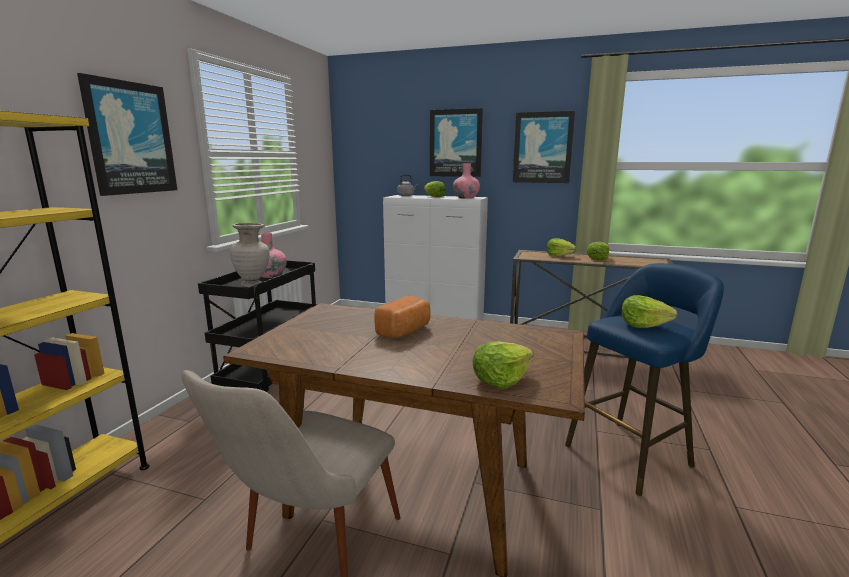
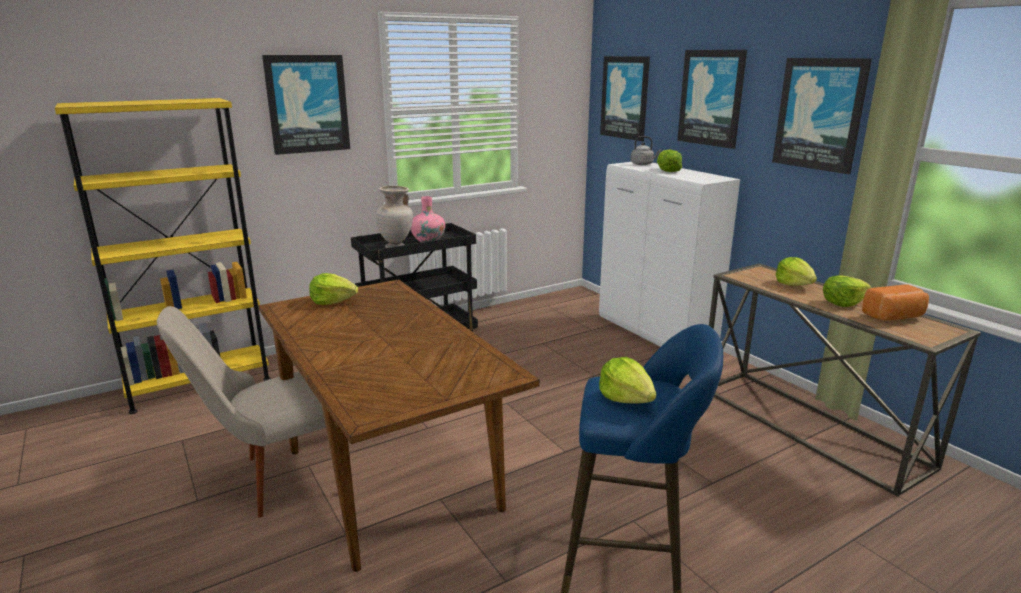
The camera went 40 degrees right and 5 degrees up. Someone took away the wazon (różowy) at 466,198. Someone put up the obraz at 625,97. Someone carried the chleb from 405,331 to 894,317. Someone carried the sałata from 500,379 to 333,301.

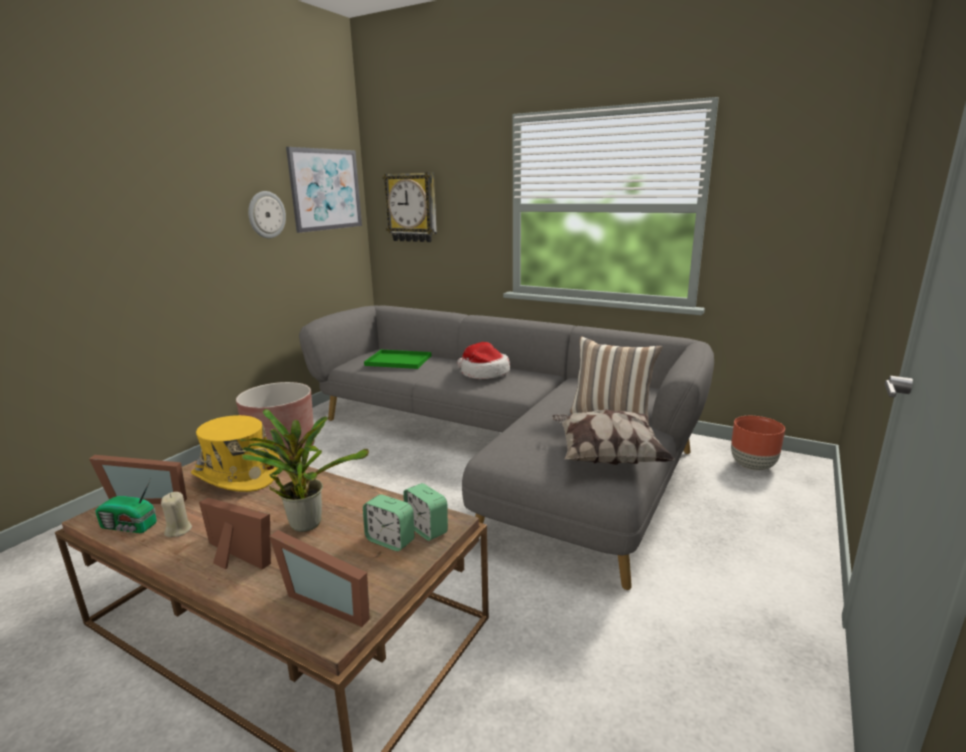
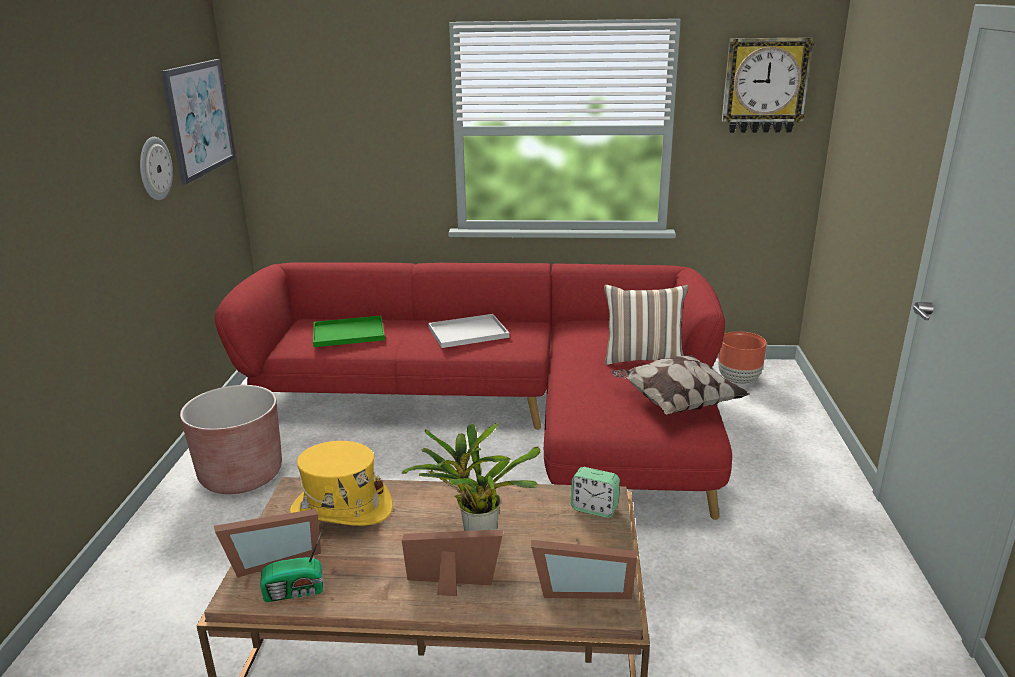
The camera went 25 degrees left and 5 degrees up. Someone took away the świeca (beżowy) at 178,530. Someone took away the budzik at 390,540. Someone carried the zegar ścienny from 412,207 to 764,85. Someone swapped the kapelusz at 483,373 for the taca (biały) at 467,333. Someone repainted the kanapa (szary) at 507,449, which became the kanapa (czerwony) at 505,413.

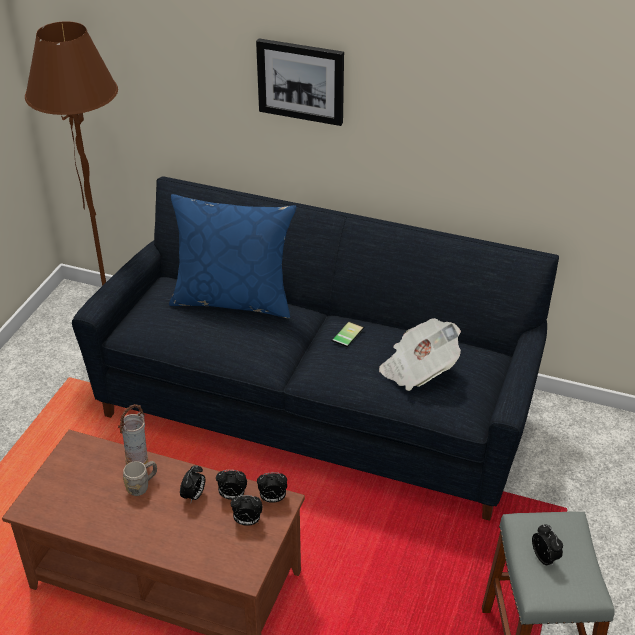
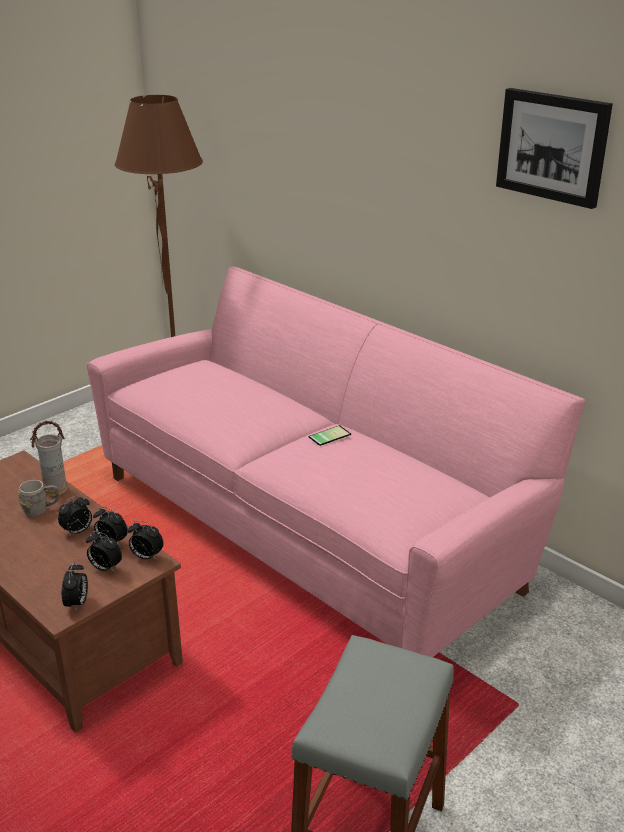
The camera went 25 degrees right and 10 degrees down. Someone took away the poduszka (niebieski) at 234,299. Someone took away the gazeta at 418,369. Someone carried the obraz from 301,81 to 553,146. Someone carried the budzik from 545,558 to 77,603. Someone repainted the kanapa (czarny) at 317,407, which became the kanapa (różowy) at 312,526.

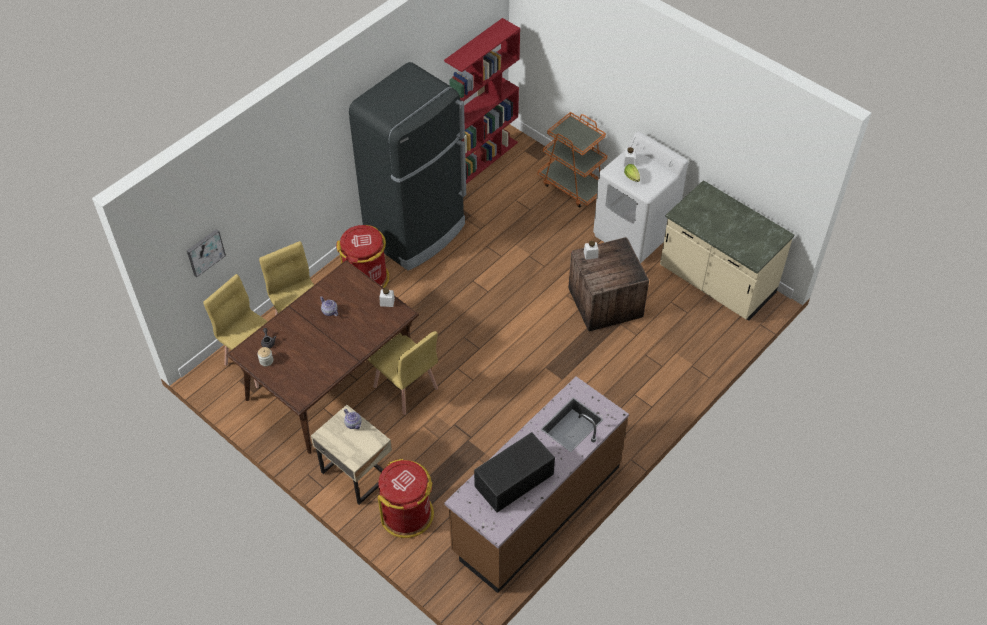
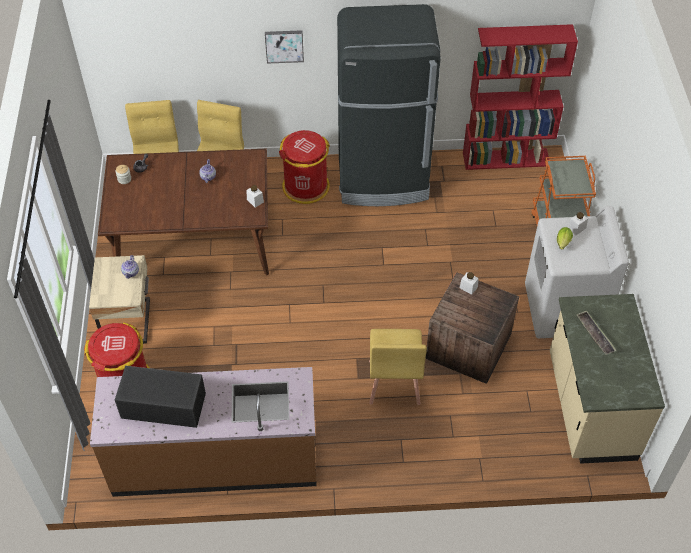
The camera went 45 degrees right and 0 degrees up. Someone put down the taca at 595,334. Someone carried the obraz from 205,252 to 284,45. Someone carried the krzesło (żółty) from 405,388 to 393,383.

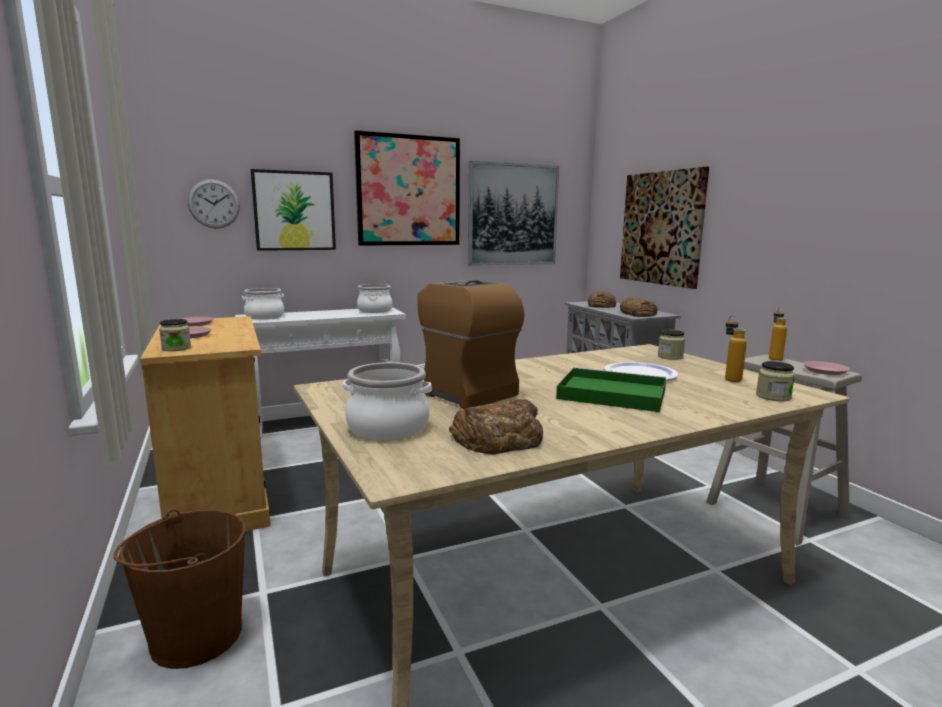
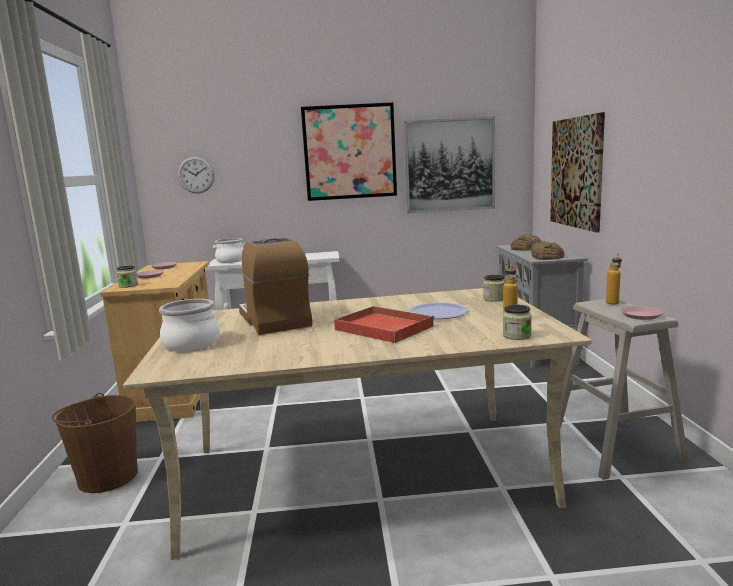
The camera went 20 degrees right and 0 degrees up. Someone took away the obraz at 294,211. Someone took away the garnek at 375,310. Someone took away the chleb at 498,437. Someone repainted the taca (zielony) at 609,394, which became the taca (czerwony) at 382,328.

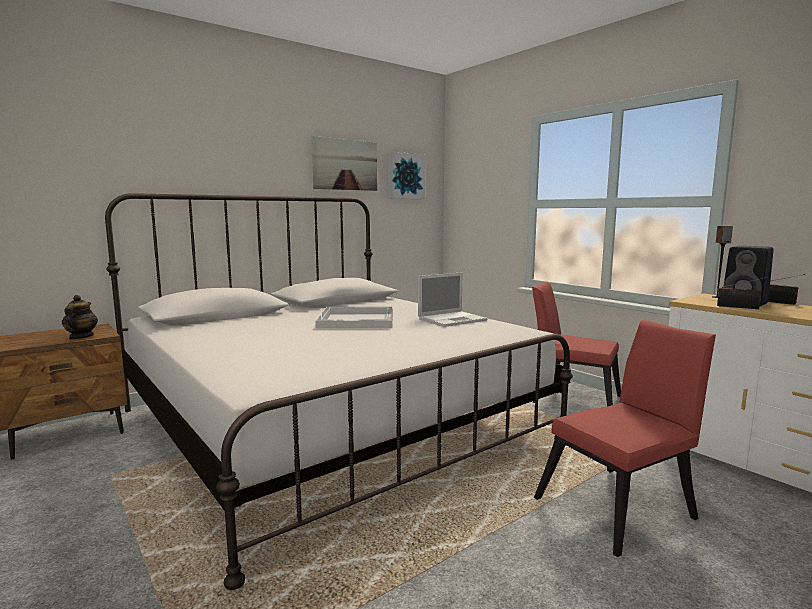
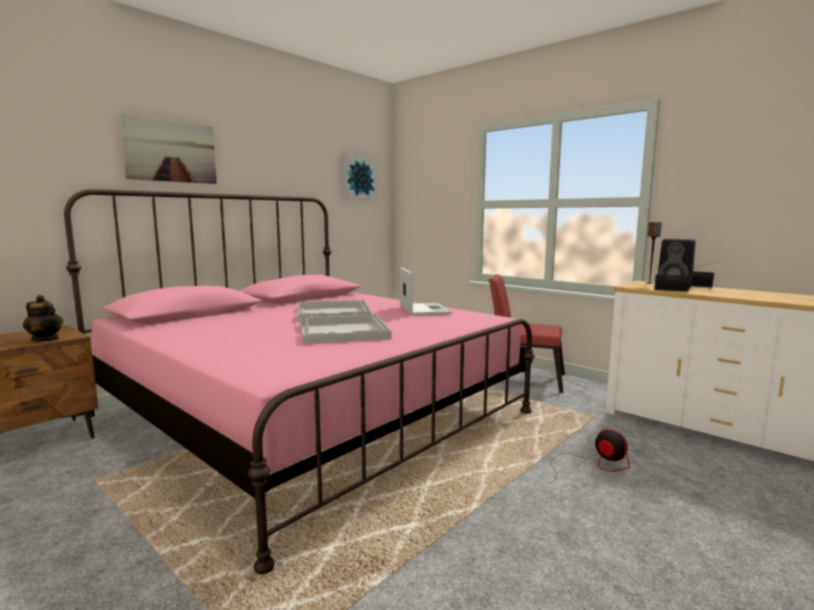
The camera went 10 degrees left and 0 degrees up. Someone put down the taca (biały) at 344,331. Someone carried the obraz from 345,164 to 171,151. Someone swapped the krzesło (czerwony) at 622,507 for the wentylator at 592,465. Someone repainted the łóżko (biały) at 330,423, which became the łóżko (różowy) at 310,414. Someone rotated the imbryk at 81,337 by 135 degrees clockwise. Someone rotated the laptop at 453,319 by 60 degrees counterclockwise.

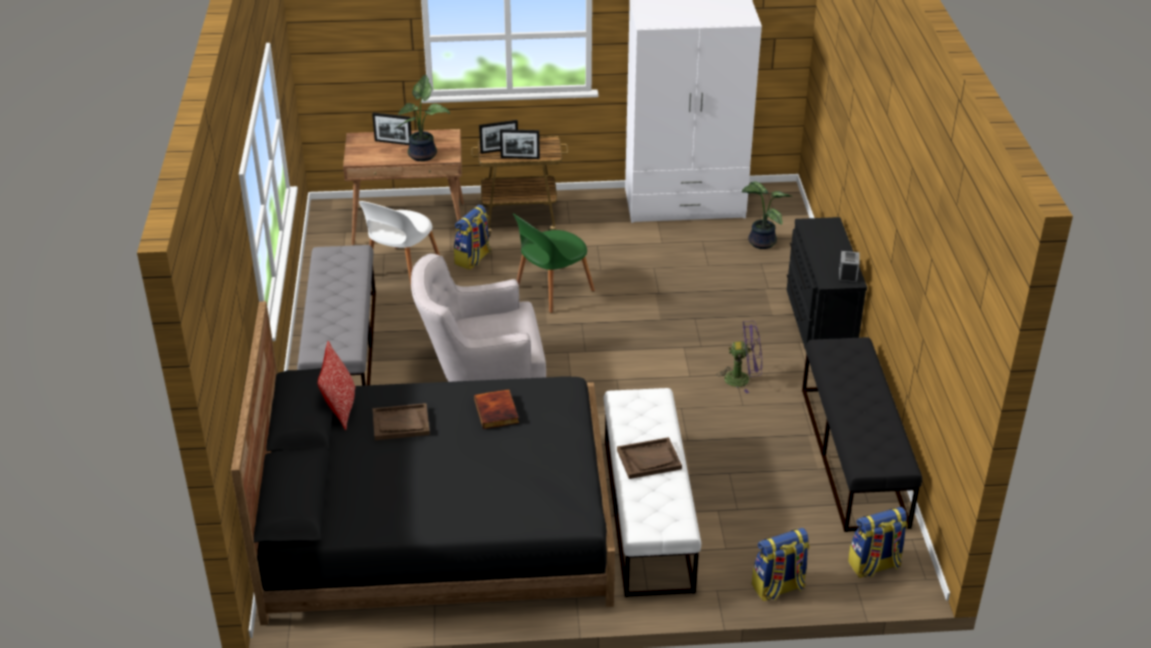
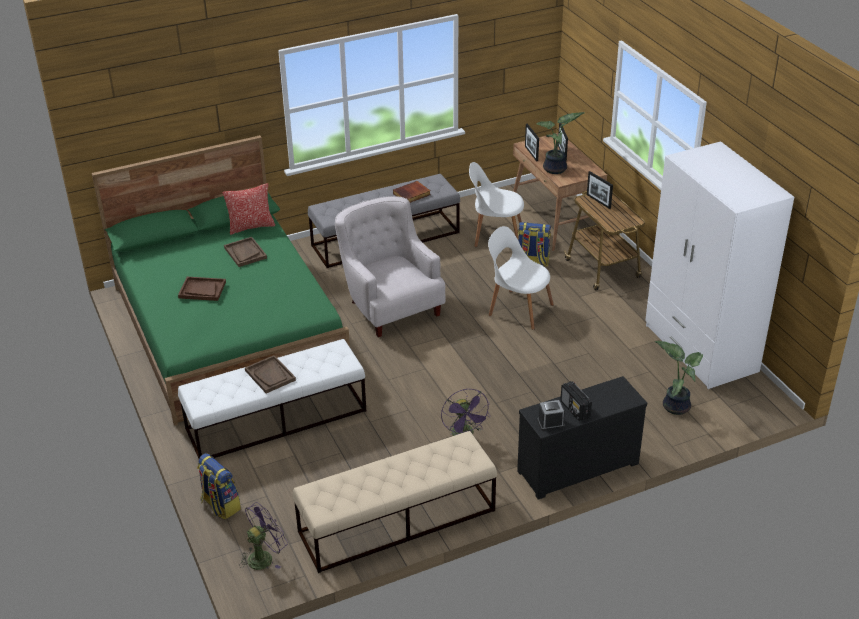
The camera went 70 degrees right and 0 degrees up. Someone put down the taca (brązowy) at 202,290. Someone put down the radio at 575,409. Someone carried the książka from 497,411 to 412,194. Someone carried the ramka na zdjęcie from 520,158 to 531,153. Someone swapped the plecak at 874,565 for the wentylator (fioletowy) at 264,556. Someone repainted the łóżko (czarny) at 437,523, which became the łóżko (zielony) at 228,327. Someone repainted the krzesło (zielony) at 551,290, which became the krzesło (biały) at 518,309. Someone repainted the ławka (czarny) at 853,456, which became the ławka (beżowy) at 396,521.

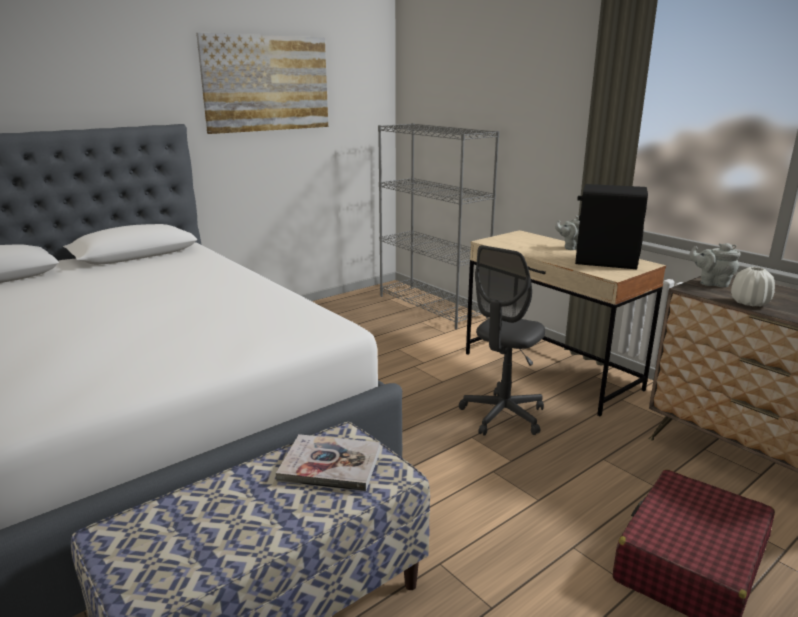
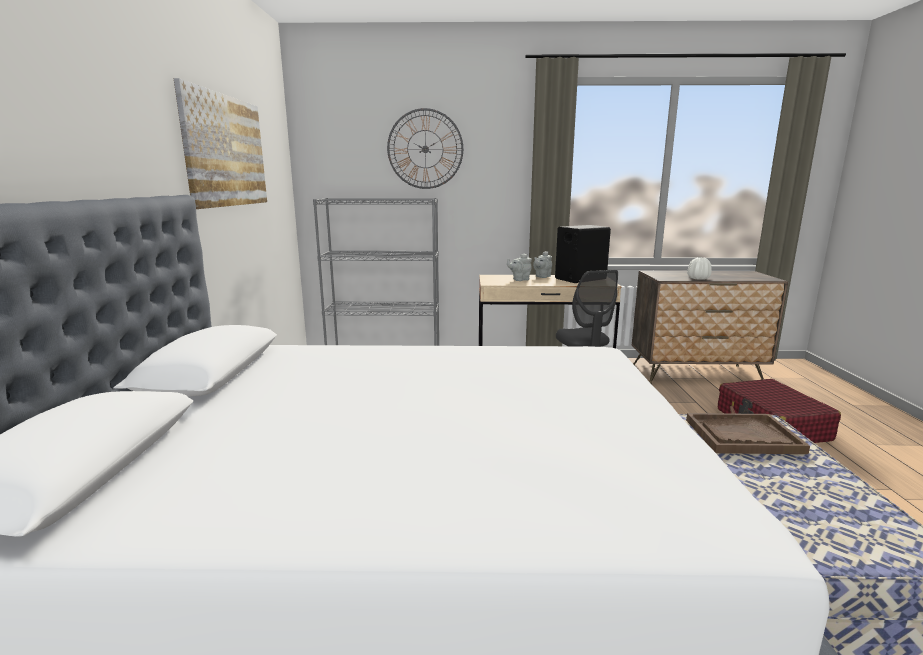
The camera went 50 degrees left and 5 degrees down. Someone put up the zegar ścienny at 425,149. Someone carried the imbryk (szary) from 712,283 to 519,279. Someone swapped the książka at 330,465 for the taca (brązowy) at 743,436.

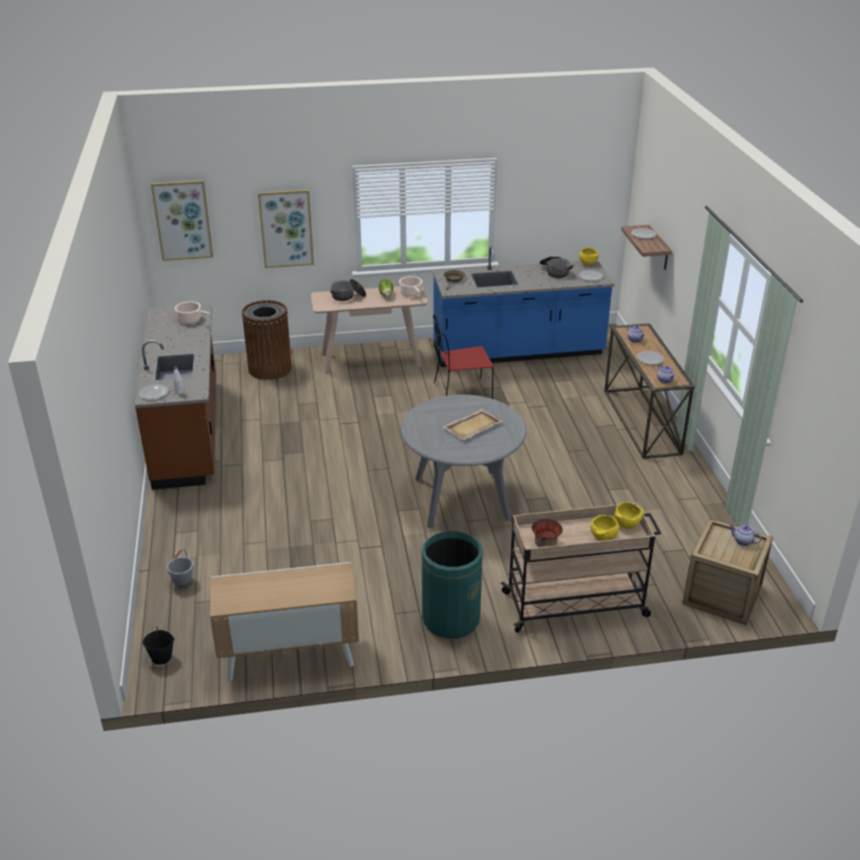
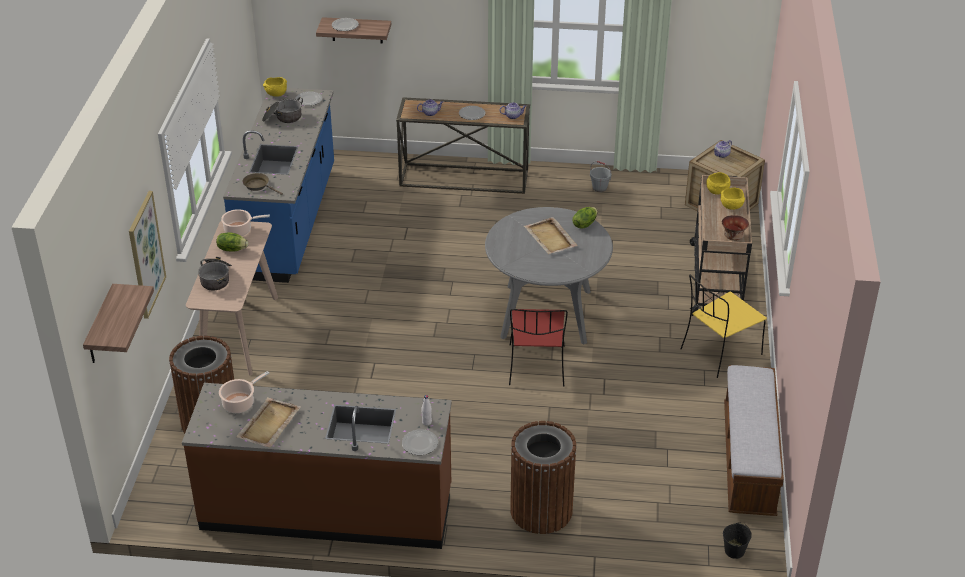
The camera went 75 degrees left and 5 degrees up. Someone put down the taca (beżowy) at 268,424. Someone put down the kosz na śmieci (brązowy) at 541,511. Someone put down the sałata at 584,224. Someone carried the wiadro (szary) from 183,582 to 599,188. Someone carried the krzesło (czerwony) from 461,392 to 536,367. Someone swapped the obraz at 182,220 for the półka at 100,326. Someone swapped the szafka at 289,656 for the ławka at 748,460. Someone swapped the kosz na śmieci (zielony) at 451,619 for the krzesło (żółty) at 719,353.

